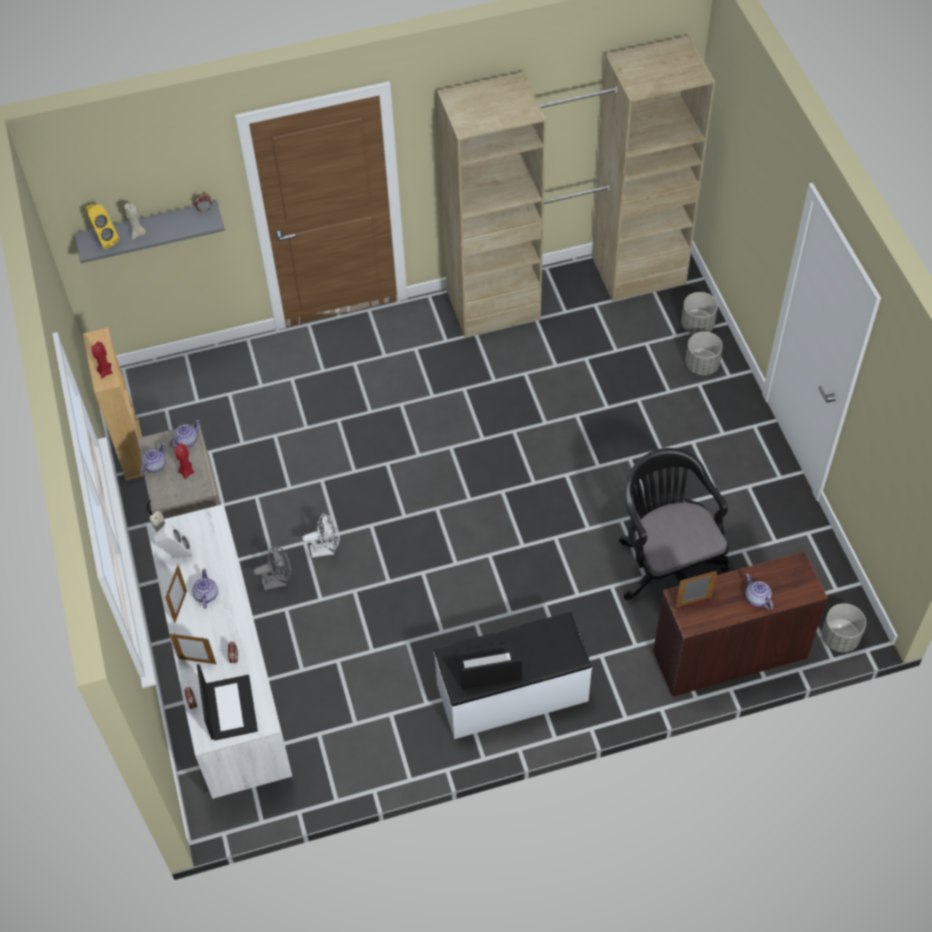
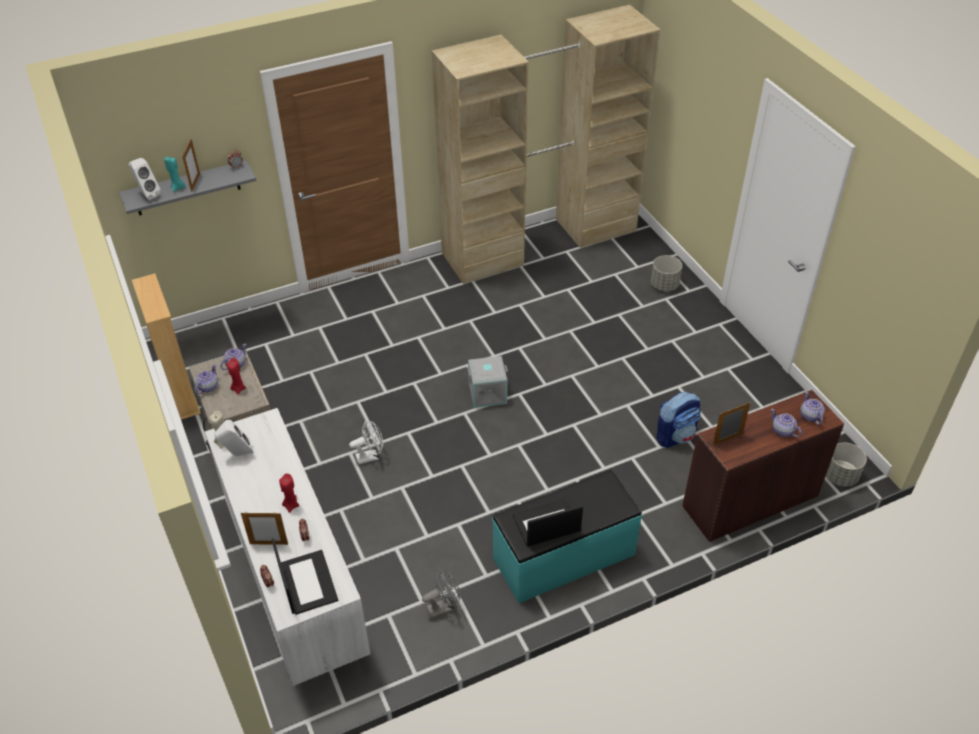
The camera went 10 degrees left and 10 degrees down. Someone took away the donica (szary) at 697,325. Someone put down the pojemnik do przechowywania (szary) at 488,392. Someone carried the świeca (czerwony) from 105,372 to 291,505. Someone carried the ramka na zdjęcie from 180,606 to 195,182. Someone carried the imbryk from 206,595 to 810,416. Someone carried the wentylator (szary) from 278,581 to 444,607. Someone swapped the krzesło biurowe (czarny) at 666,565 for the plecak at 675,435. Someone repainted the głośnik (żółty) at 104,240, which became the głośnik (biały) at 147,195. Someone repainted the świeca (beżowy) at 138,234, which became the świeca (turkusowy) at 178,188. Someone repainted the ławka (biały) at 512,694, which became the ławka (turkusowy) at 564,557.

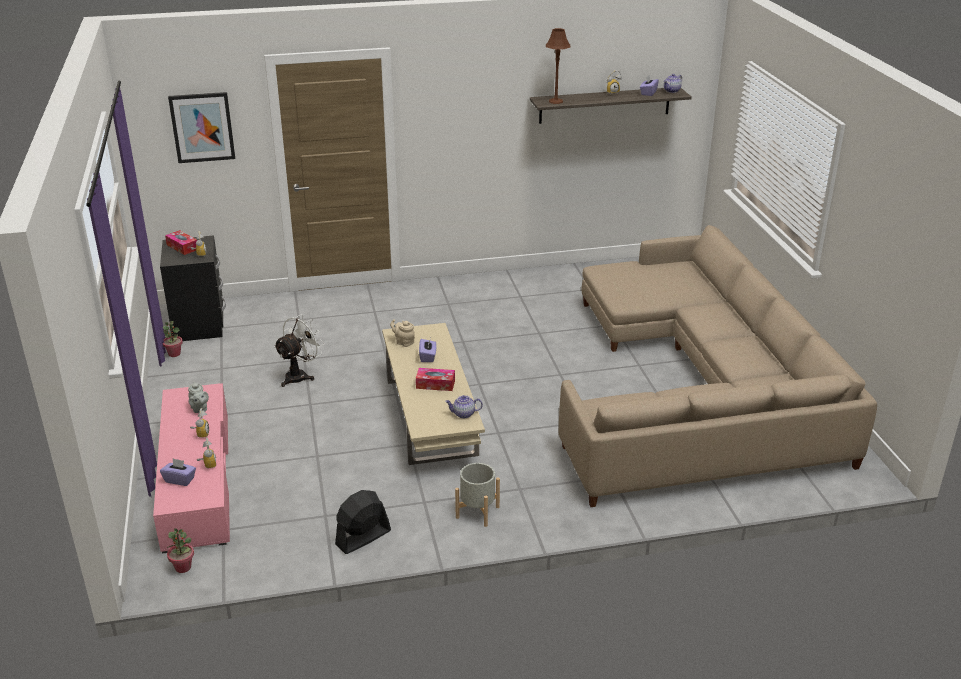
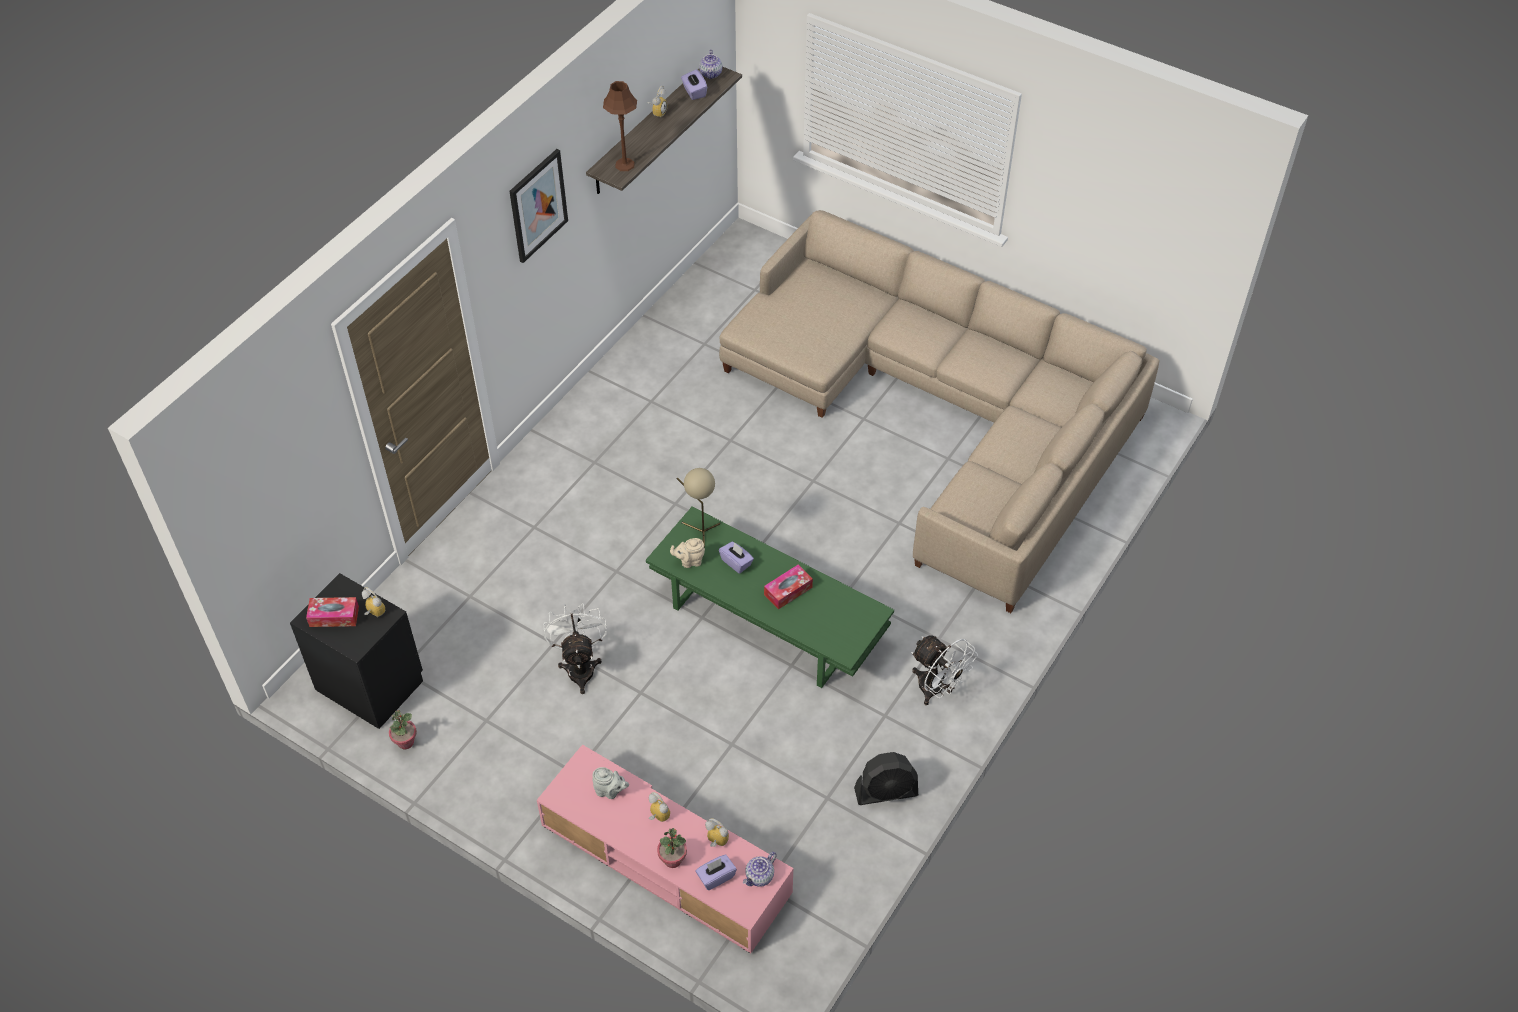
The camera went 45 degrees left and 20 degrees up. Someone put down the lampa stołowa (beżowy) at 700,530. Someone carried the roślina doniczkowa from 183,567 to 672,859. Someone carried the obraz from 202,127 to 537,205. Someone carried the imbryk from 463,414 to 759,877. Someone swapped the donica (szary) at 477,512 for the wentylator (biały) at 937,690. Someone repainted the ława (beżowy) at 431,417, which became the ława (zielony) at 769,619. Someone rotated the wentylator (czarny) at 363,538 by 105 degrees counterclockwise.

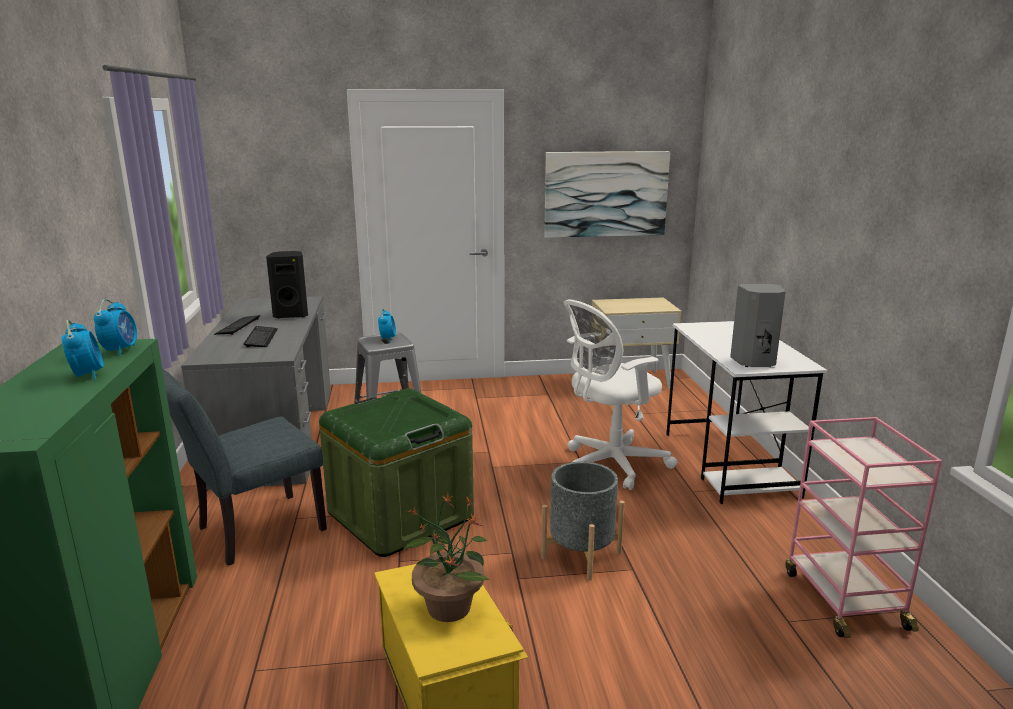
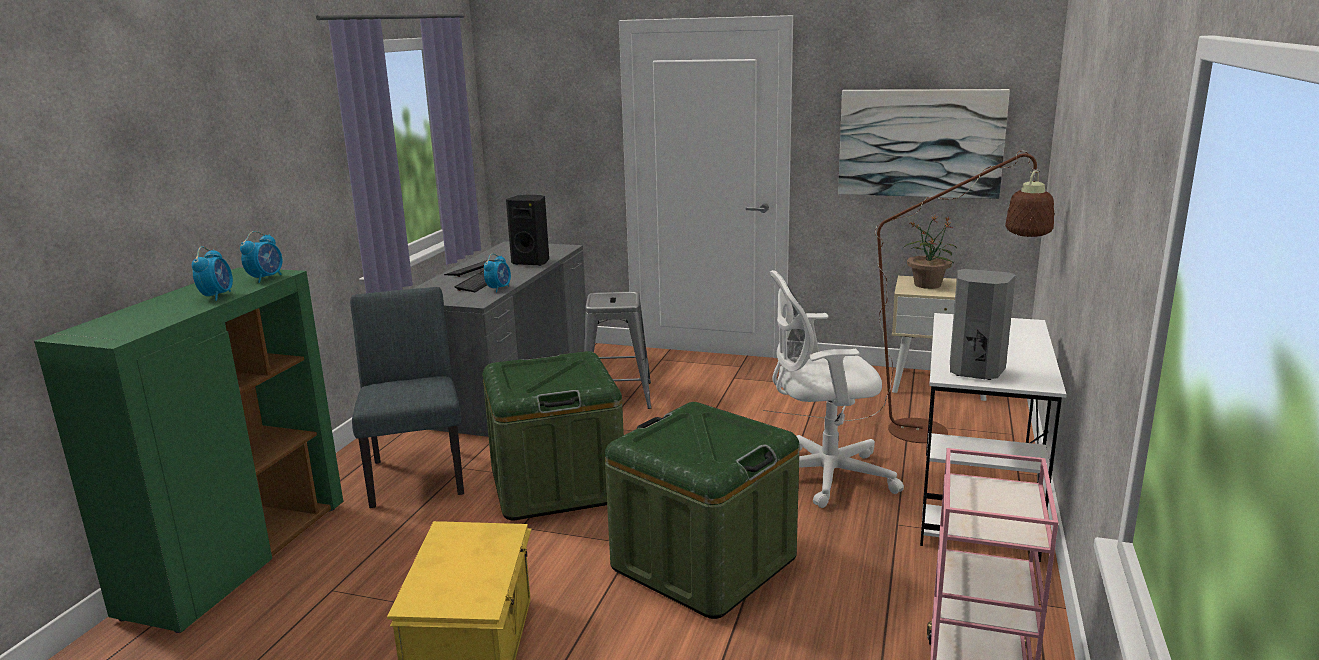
The camera went 25 degrees right and 0 degrees up. Someone put down the lampa stojąca (brązowy) at 934,432. Someone carried the budzik from 387,339 to 499,288. Someone carried the roślina doniczkowa from 449,606 to 927,284. Someone swapped the donica (szary) at 581,555 for the pojemnik do przechowywania (zielony) at 704,563. Someone rotated the krzesło (szary) at 251,532 by 90 degrees clockwise.

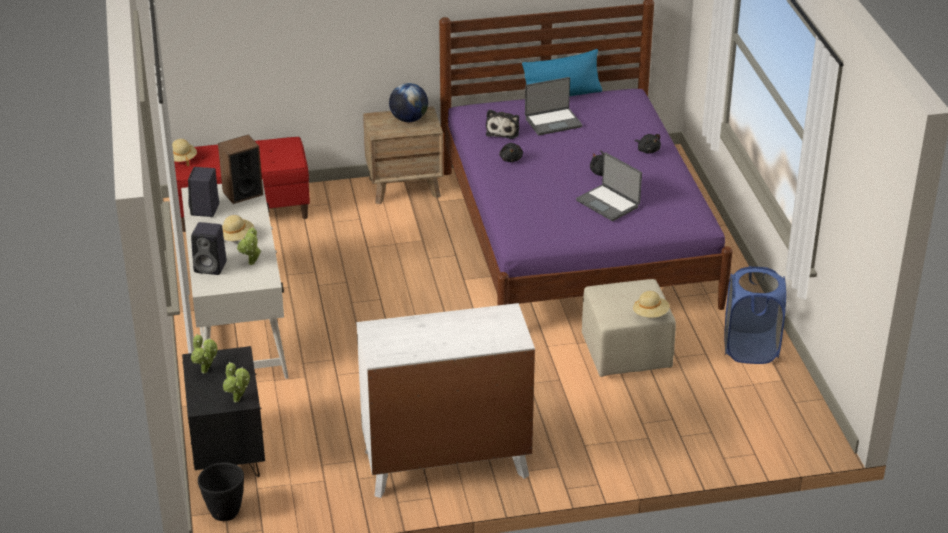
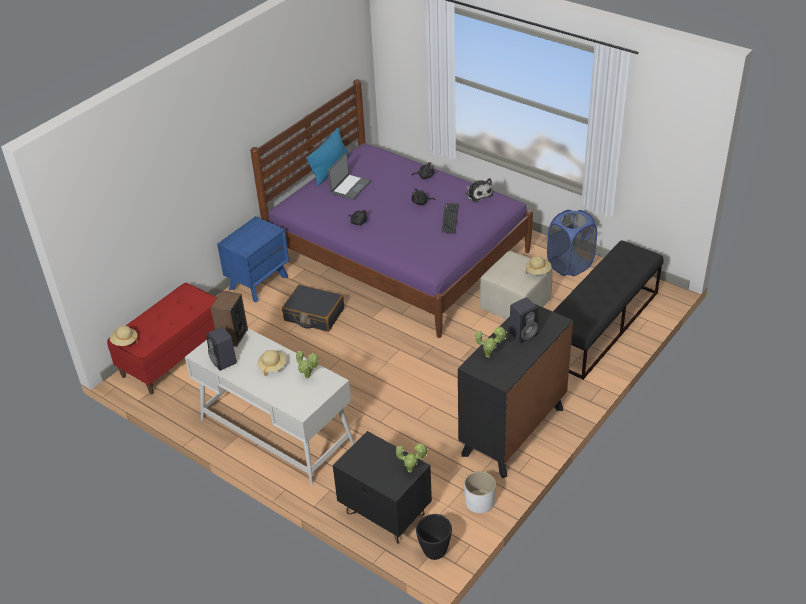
The camera went 40 degrees left and 5 degrees up. Someone took away the globus at 409,119. Someone put down the walizka (czarny) at 314,315. Someone put down the donica (biały) at 480,501. Someone put down the ławka (czarny) at 600,326. Someone carried the głośnik (czarny) from 211,267 to 523,333. Someone carried the roślina doniczkowa from 206,372 to 490,355. Someone carried the pluszak from 503,131 to 478,194. Someone swapped the laptop at 608,203 for the klawiatura at 450,218. Someone repainted the komoda (biały) at 446,464, which became the komoda (czarny) at 513,431. Someone repainted the szafka nocna (brązowy) at 405,187, which became the szafka nocna (niebieski) at 259,282.

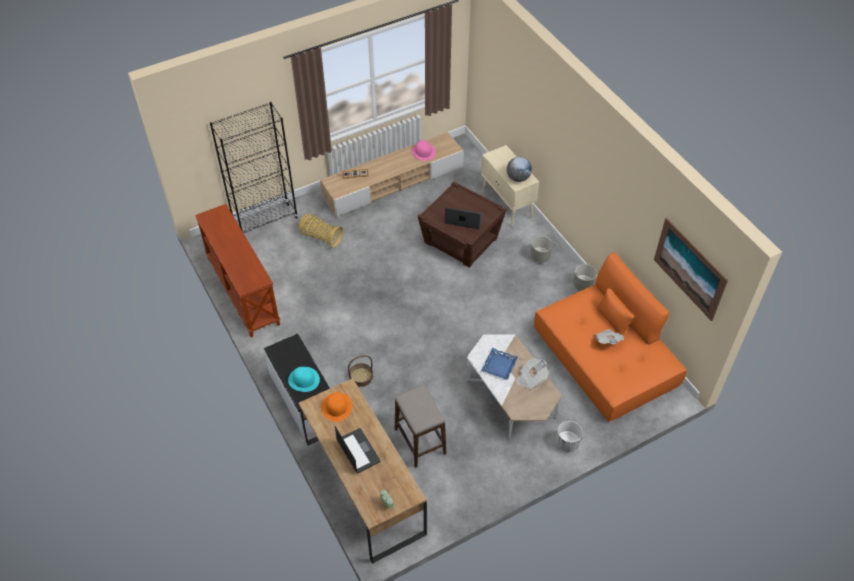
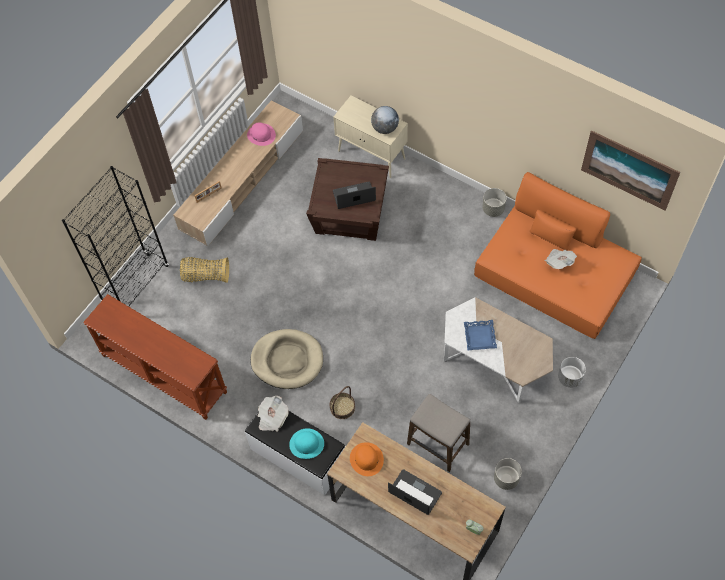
The camera went 25 degrees left and 10 degrees up. Someone put down the legowisko (beżowy) at 287,360. Someone carried the gazeta from 531,378 to 272,418. Someone carried the donica (szary) from 540,257 to 506,479.

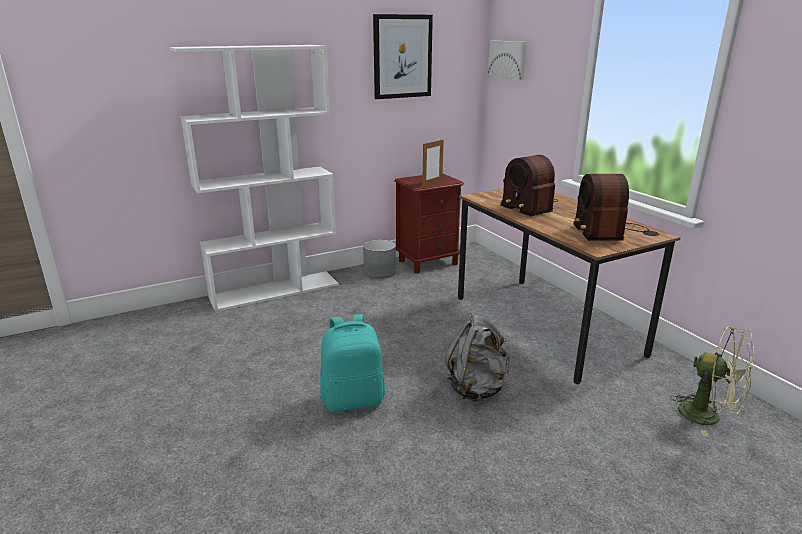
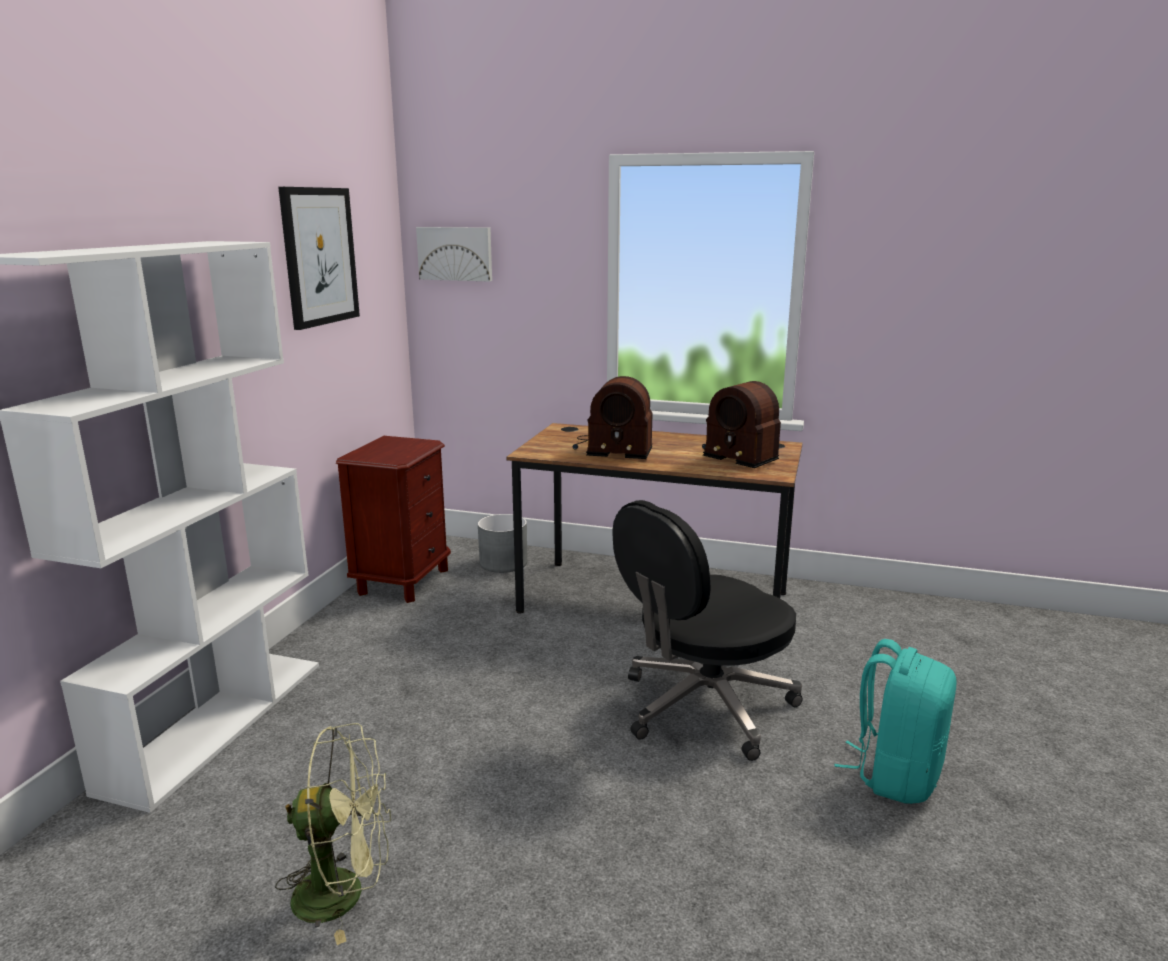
The camera went 45 degrees left and 5 degrees down. Someone took away the ramka na zdjęcie at 432,183. Someone carried the plecak (turkusowy) from 353,399 to 895,774. Someone carried the donica (szary) from 380,272 to 504,563. Someone carried the wentylator (zielony) from 708,417 to 344,893. Someone swapped the plecak (szary) at 477,388 for the krzesło biurowe (czarny) at 704,707.

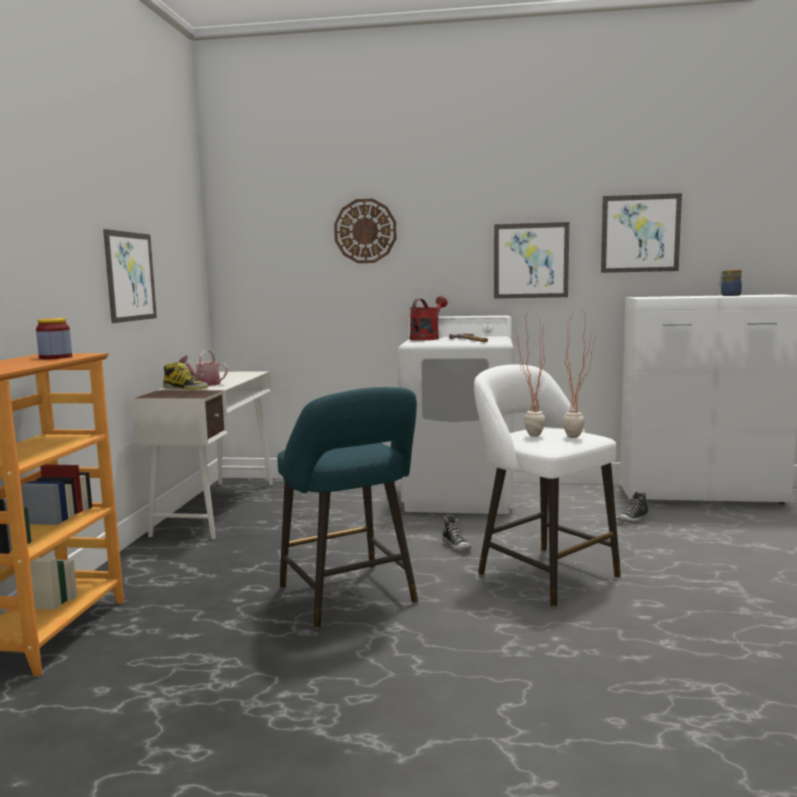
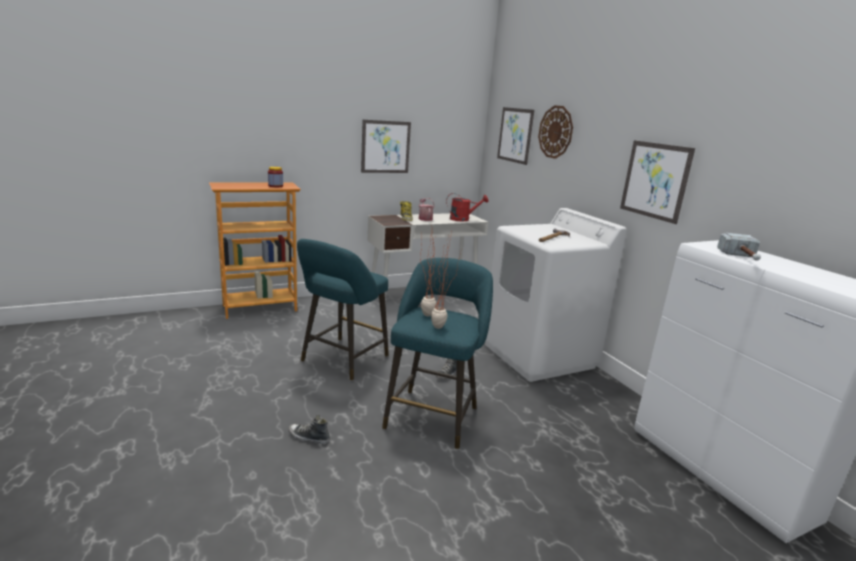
The camera went 55 degrees right and 10 degrees up. Someone took away the słoik at 729,295. Someone put down the młotek at 742,258. Someone carried the konewka (czerwony) from 427,338 to 463,219. Someone carried the obraz from 640,233 to 515,135. Someone carried the but from 633,520 to 308,437. Someone repainted the stołek (biały) at 542,573, which became the stołek (turkusowy) at 433,415.

